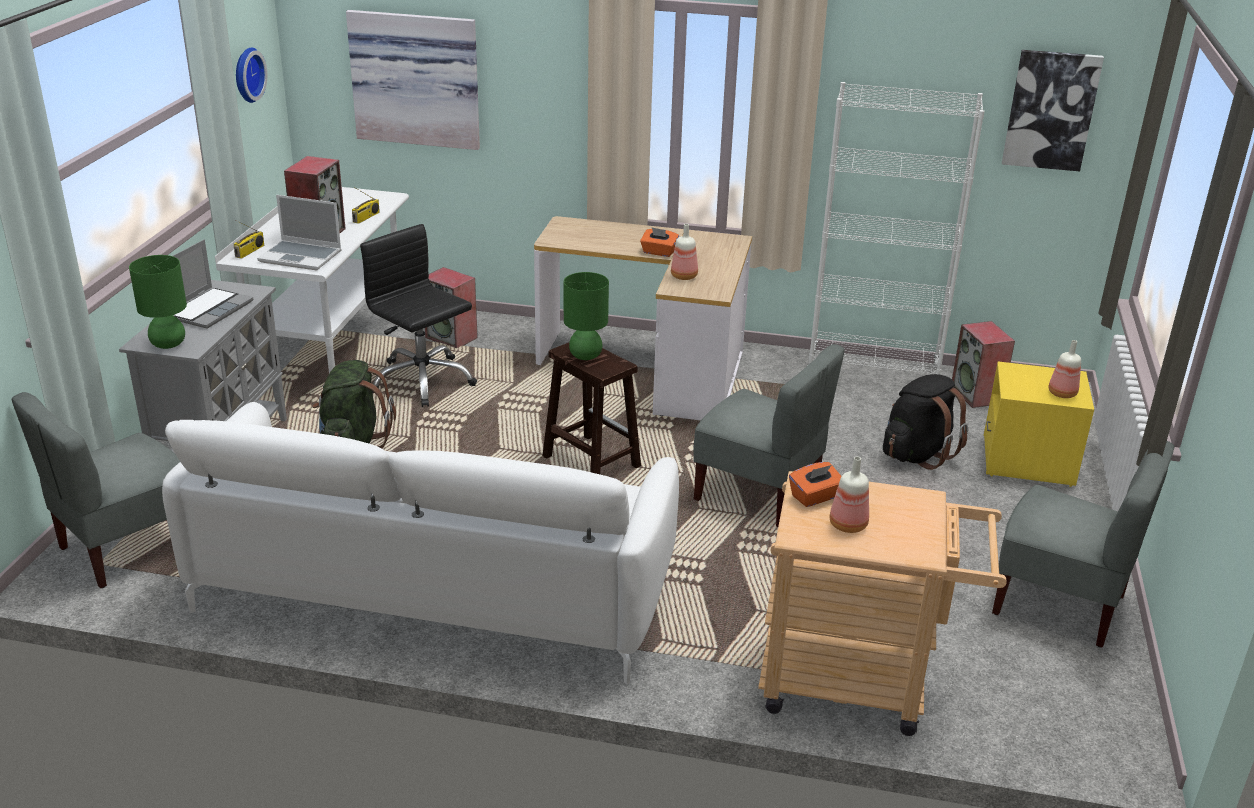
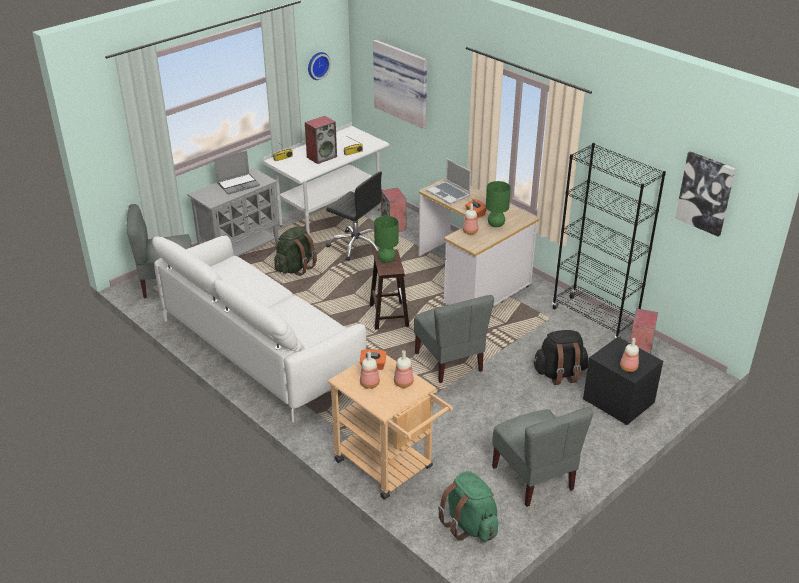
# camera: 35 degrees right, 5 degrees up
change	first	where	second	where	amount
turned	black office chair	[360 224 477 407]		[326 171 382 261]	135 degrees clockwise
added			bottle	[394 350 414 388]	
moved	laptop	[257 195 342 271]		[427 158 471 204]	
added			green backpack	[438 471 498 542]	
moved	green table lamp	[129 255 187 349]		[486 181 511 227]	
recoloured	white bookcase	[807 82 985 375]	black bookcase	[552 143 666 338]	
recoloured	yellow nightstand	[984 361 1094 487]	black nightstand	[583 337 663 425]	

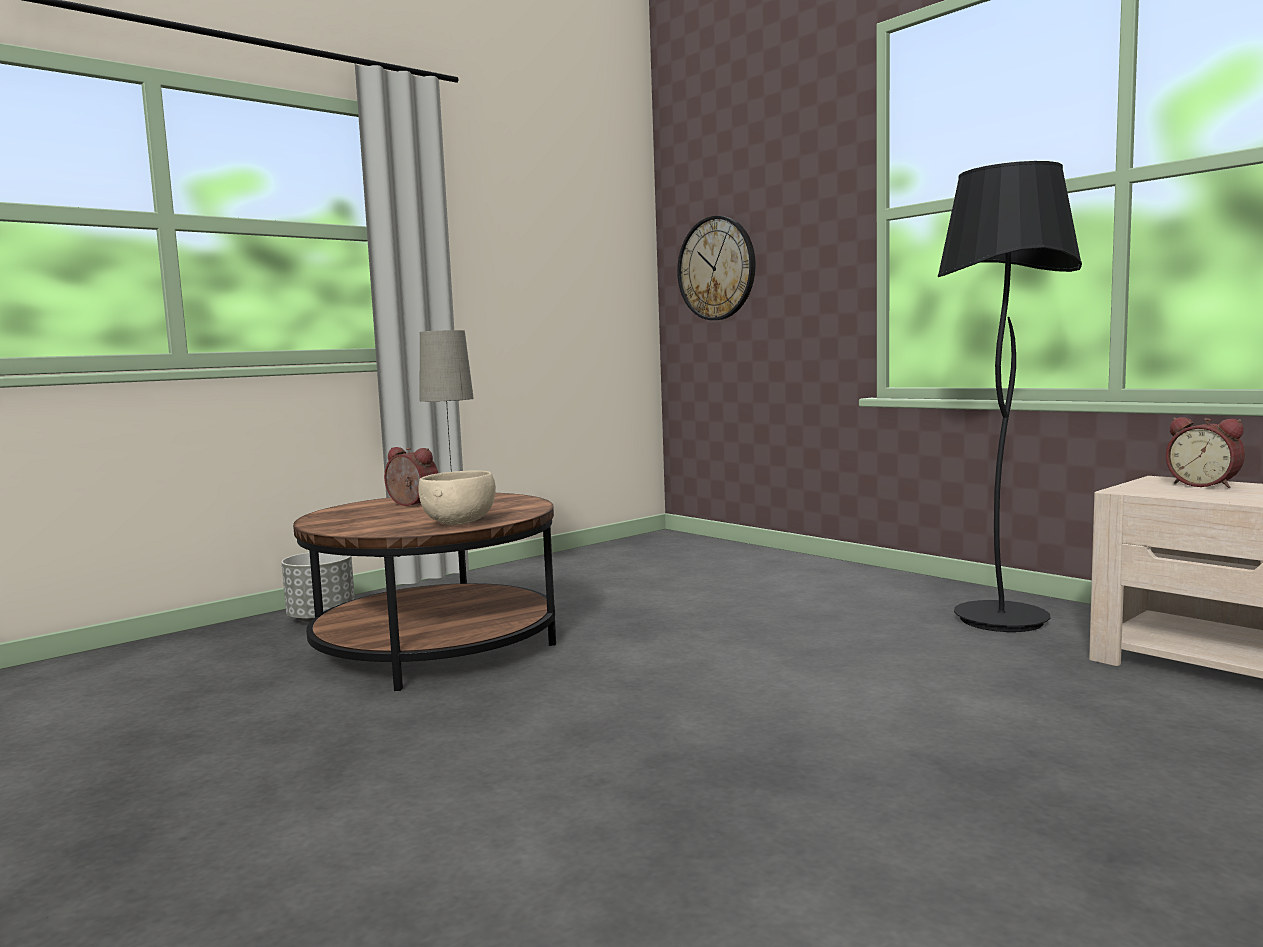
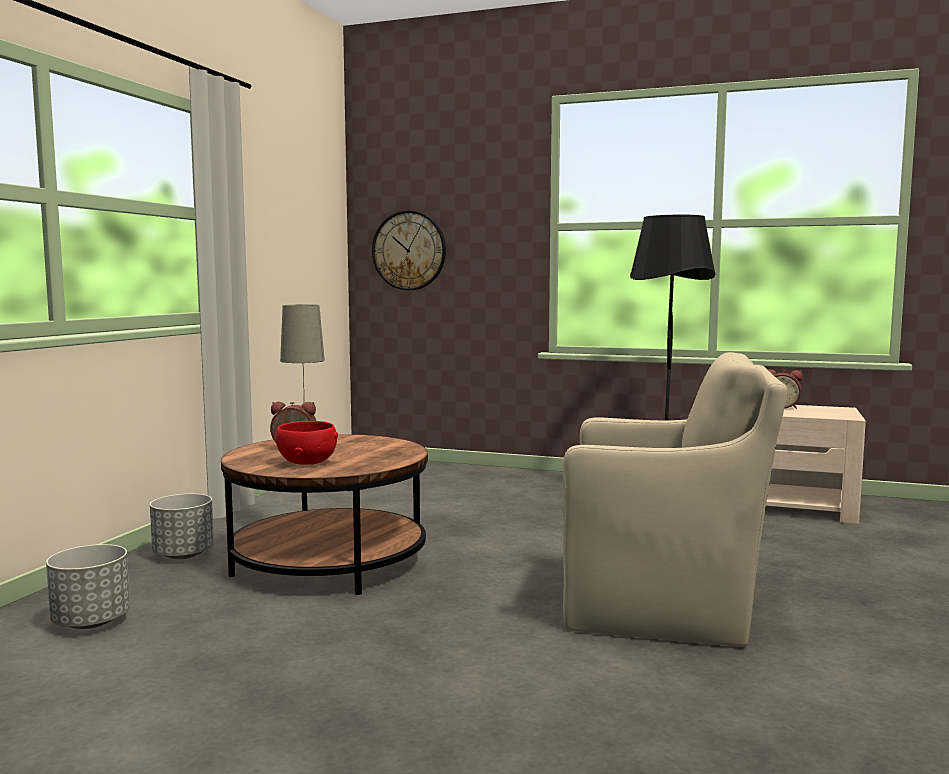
# camera: 30 degrees left, 0 degrees up
change	first	where	second	where	amount
added			grey planter	[46 544 130 629]	
added			red bowl	[276 421 338 465]	
added			beige armchair	[563 352 787 647]	
removed	beige bowl	[419 471 496 525]			

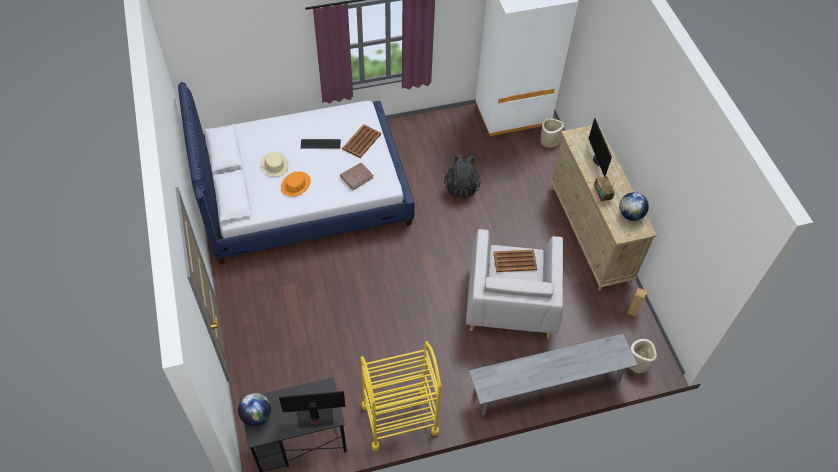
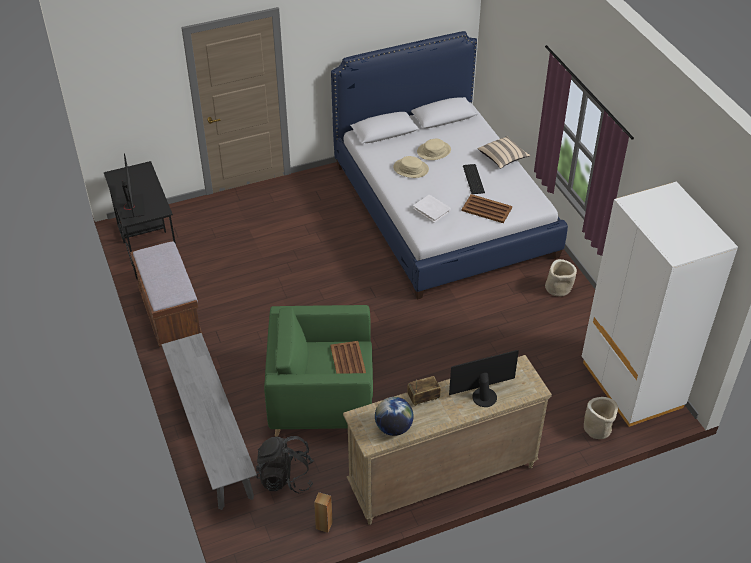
# camera: 85 degrees right, 10 degrees down
change	first	where	second	where	amount
replaced	yellow cart	[361 341 441 451]	brown bench	[130 241 203 347]	
moved	black backpack	[444 154 481 198]		[256 436 314 494]	
recoloured	grey armchair	[466 229 563 339]	green armchair	[264 305 373 437]	
recoloured	orange hat	[281 171 311 197]	beige hat	[393 156 429 178]	
recoloured	brown book	[340 163 374 190]	white book	[413 195 451 223]	
added			beige pillow	[478 136 531 169]	
moved	beige planter	[629 339 657 373]		[545 259 577 297]	
removed	globe	[238 393 271 426]			

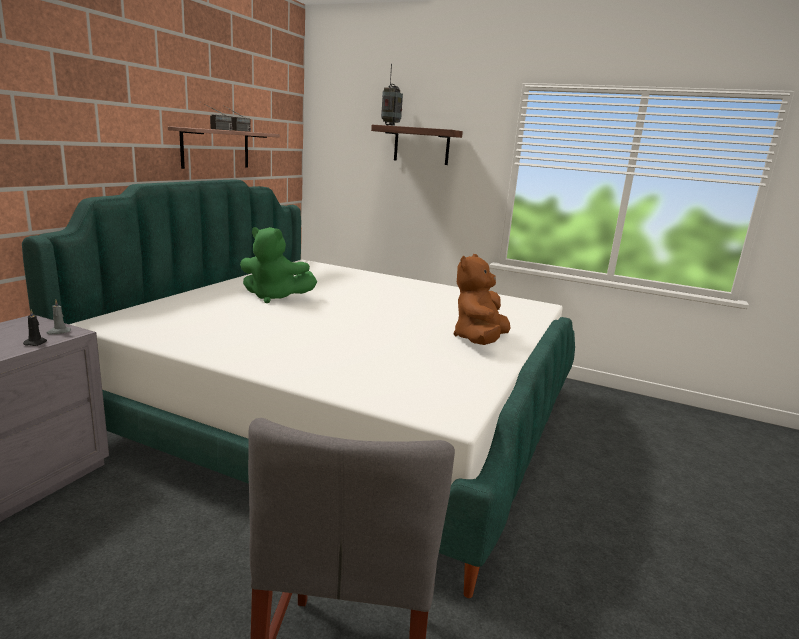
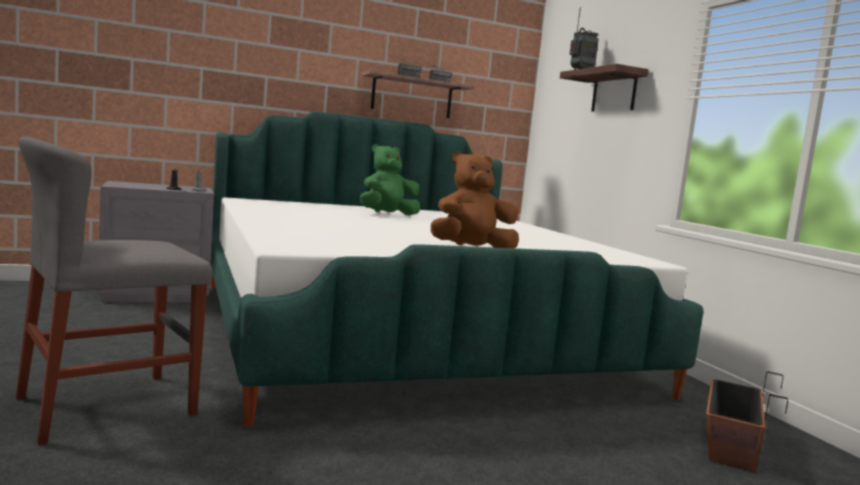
# camera: 45 degrees right, 10 degrees down
change	first	where	second	where	amount
turned	green plush toy	[240 227 317 303]		[360 144 420 215]	90 degrees clockwise
added			planter	[706 371 788 473]	

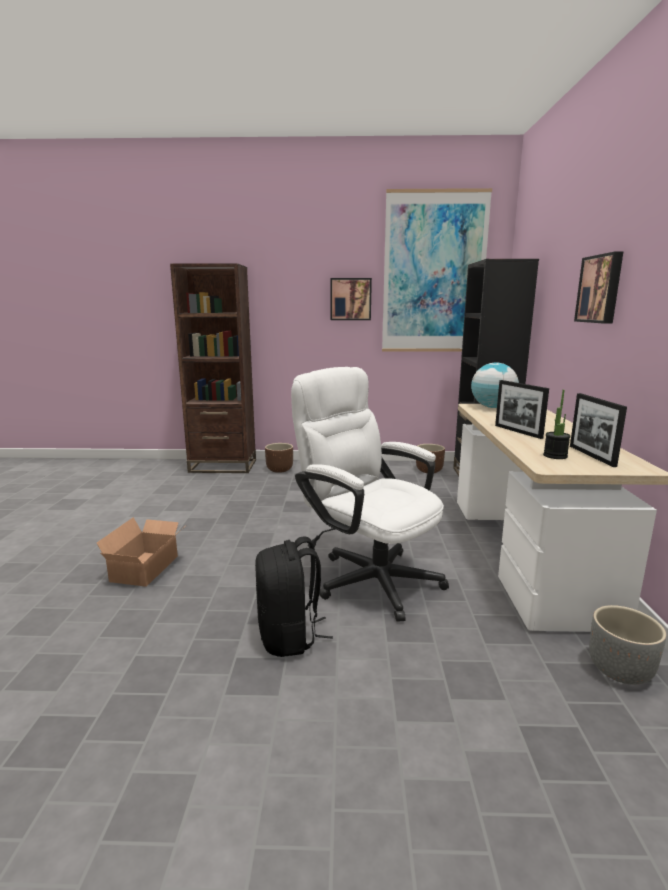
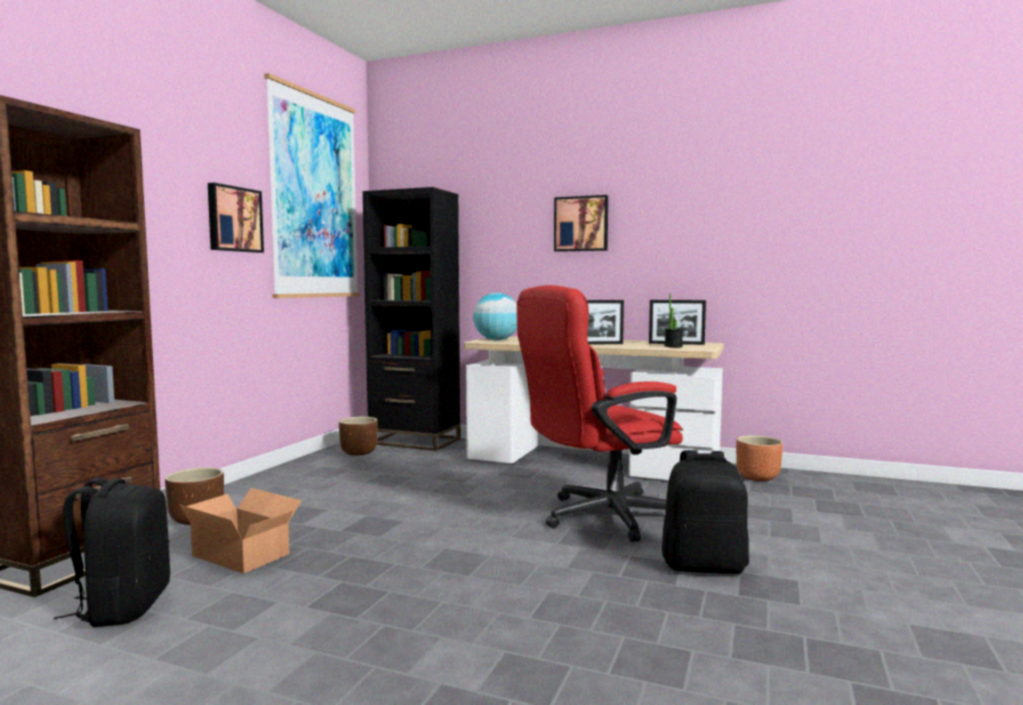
# camera: 70 degrees left, 10 degrees down
change	first	where	second	where	amount
added			black backpack	[54 478 170 627]	
moved	cardboard box	[97 517 183 587]		[180 488 302 574]	
recoloured	white office chair	[291 367 449 622]	red office chair	[517 285 683 542]	
recoloured	grey planter	[589 605 666 684]	brown planter	[736 435 783 481]	

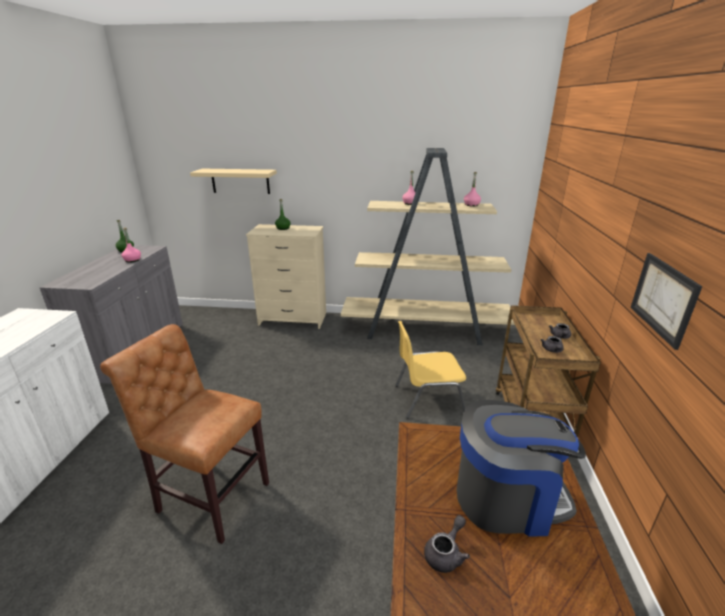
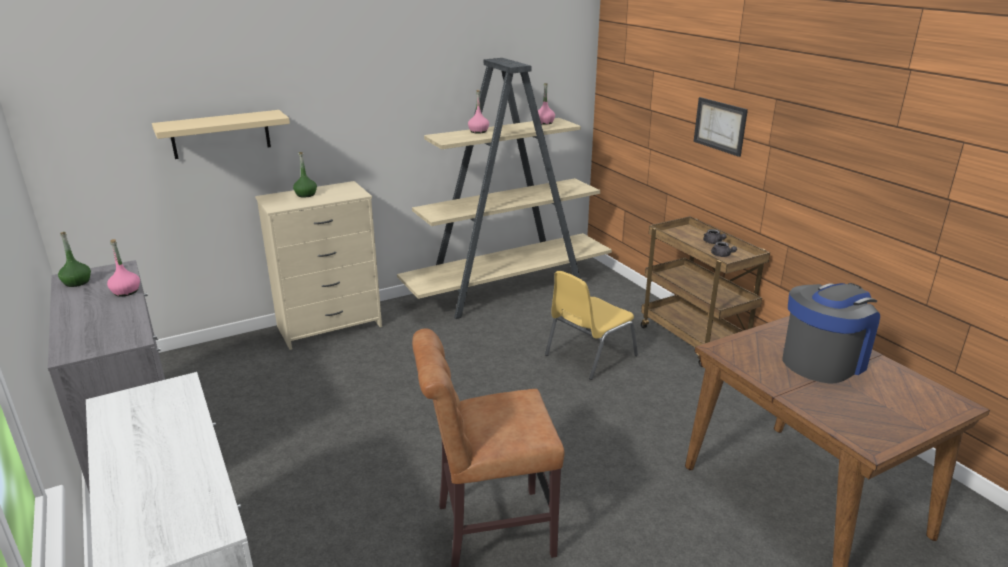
# camera: 35 degrees left, 0 degrees up
change	first	where	second	where	amount
moved	picture	[630 253 702 350]		[694 97 748 157]	
removed	grey teapot	[424 515 470 573]			

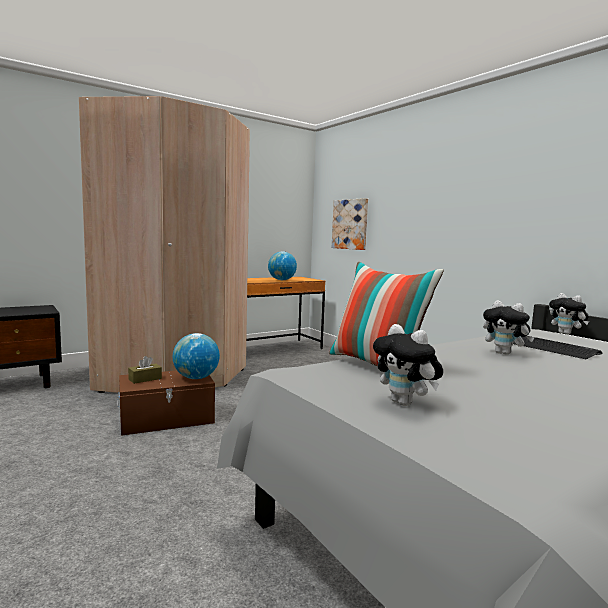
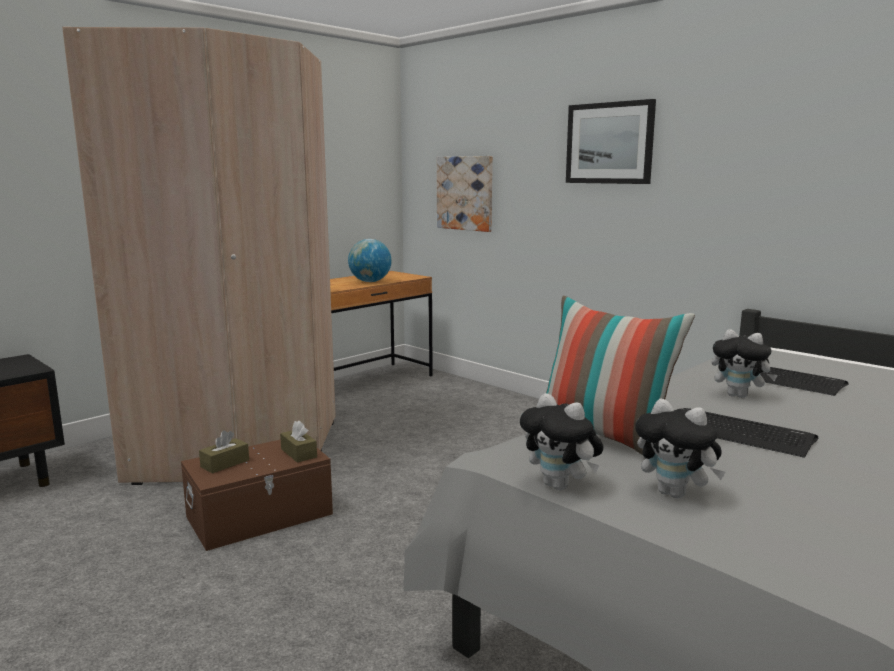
# camera: 10 degrees left, 5 degrees up
change	first	where	second	where	amount
replaced	globe	[173 333 220 379]	brown tissue box	[280 420 317 463]	
moved	plush toy	[549 293 589 335]		[520 393 603 490]	
added			picture	[566 99 656 184]	
added			keyboard	[683 408 818 458]	

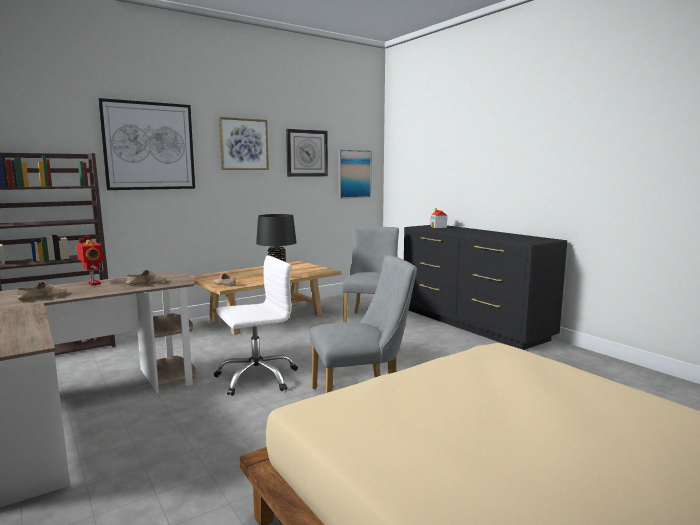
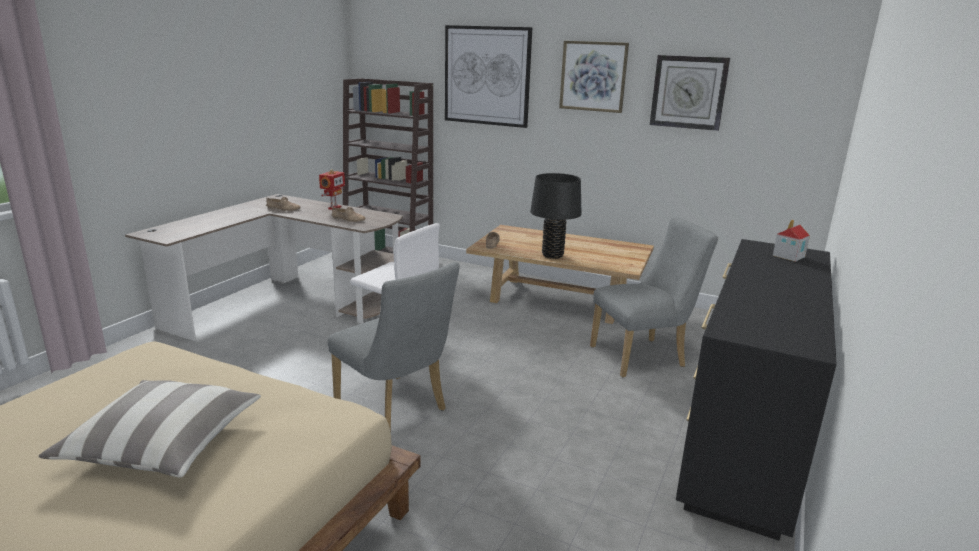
# camera: 60 degrees right, 10 degrees up
change	first	where	second	where	amount
added			pillow	[38 380 261 477]	
removed	picture	[338 150 372 199]			

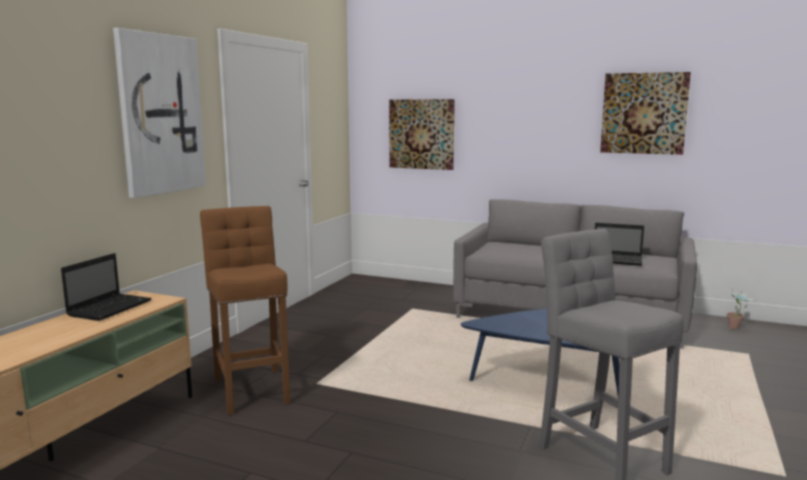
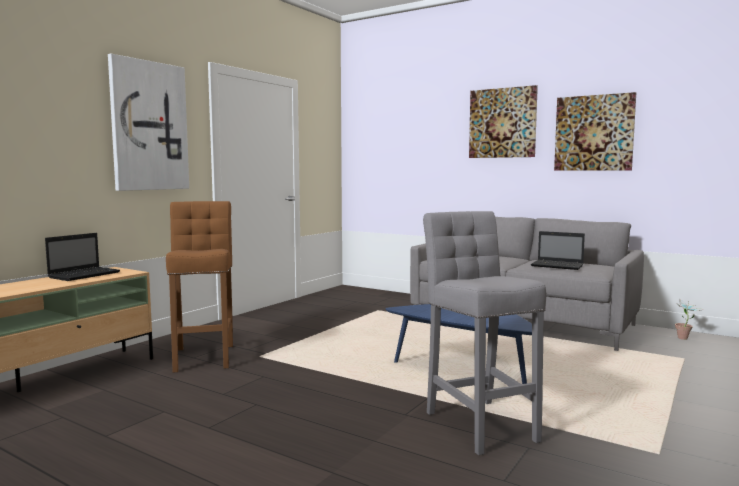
# camera: 10 degrees right, 5 degrees down
change	first	where	second	where	amount
moved	picture	[389 99 455 170]		[469 85 538 158]	

